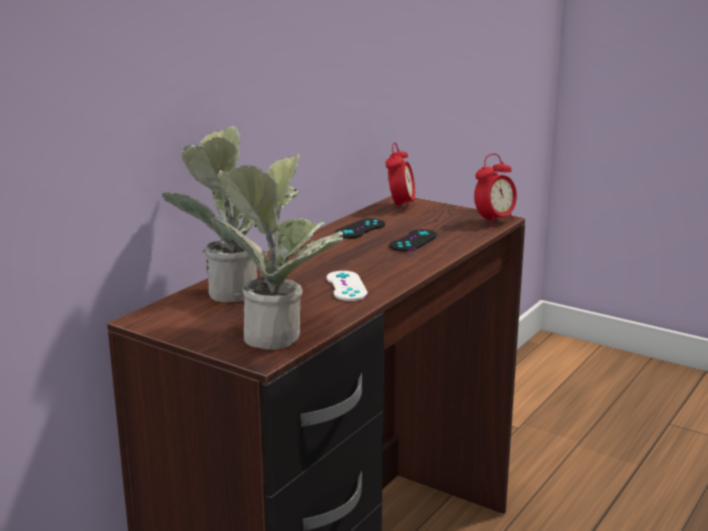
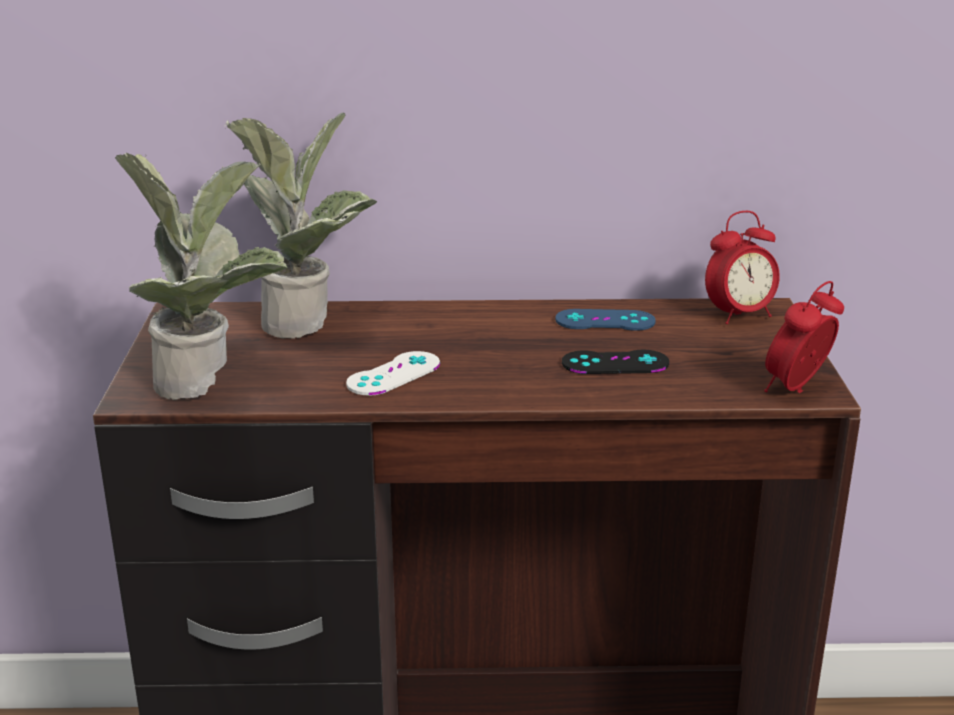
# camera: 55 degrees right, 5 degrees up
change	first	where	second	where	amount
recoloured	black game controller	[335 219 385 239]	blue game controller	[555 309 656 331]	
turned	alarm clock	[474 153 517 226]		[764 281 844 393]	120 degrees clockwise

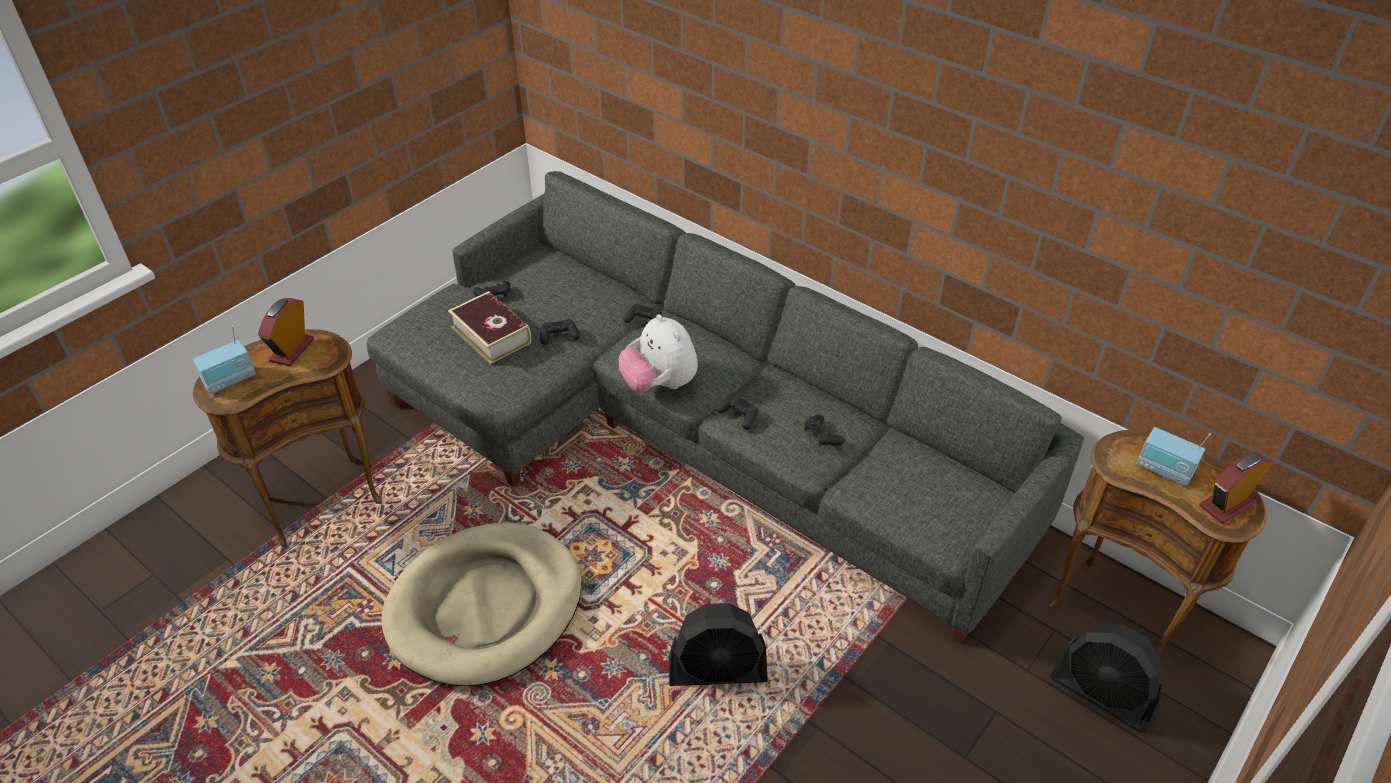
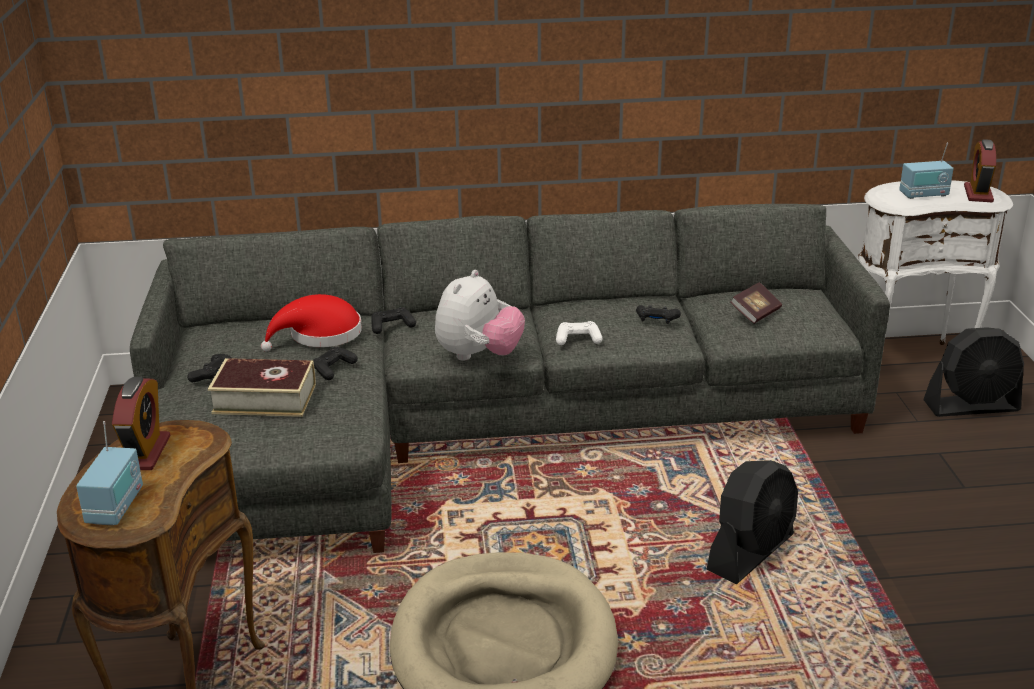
# camera: 45 degrees left, 15 degrees down
change	first	where	second	where	amount
turned	alarm clock	[258 298 315 366]		[112 377 171 470]	150 degrees counterclockwise
added			red hat	[261 294 362 351]	
turned	plush toy	[619 314 698 392]		[435 270 525 361]	75 degrees counterclockwise
recoloured	black game controller	[716 395 758 430]	white game controller	[556 321 602 345]	
added			book	[730 282 782 324]	
recoloured	brown side table	[1048 430 1267 655]	white side table	[857 180 1013 345]	

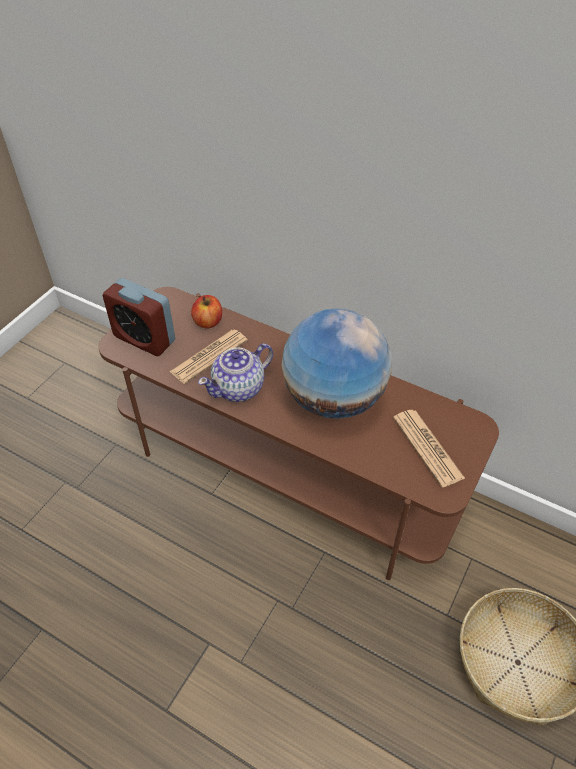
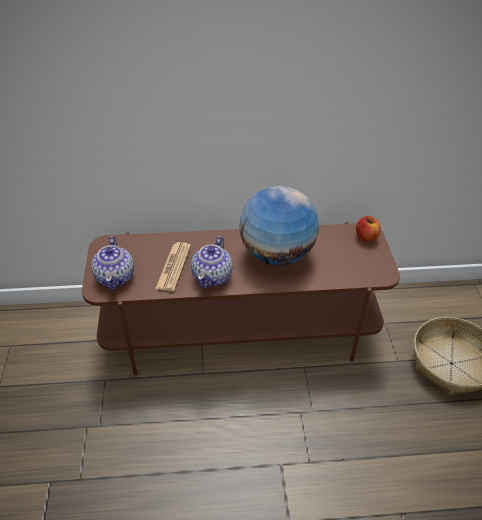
# camera: 35 degrees left, 5 degrees down
change	first	where	second	where	amount
replaced	alarm clock	[103 278 175 356]	teapot	[91 236 134 290]	
moved	apple	[191 295 222 329]		[356 216 381 242]	
removed	newspaper	[393 410 465 487]			

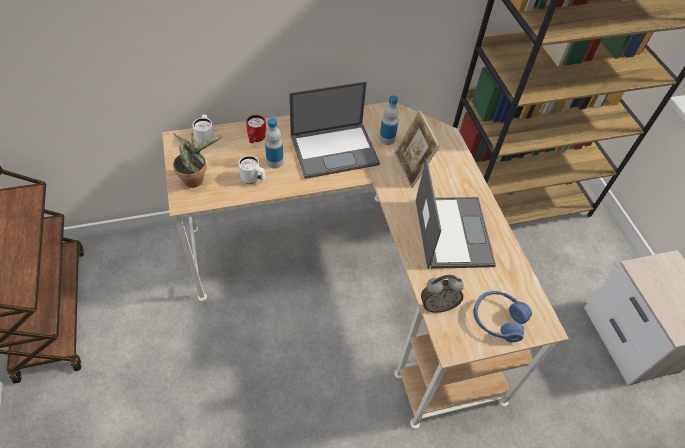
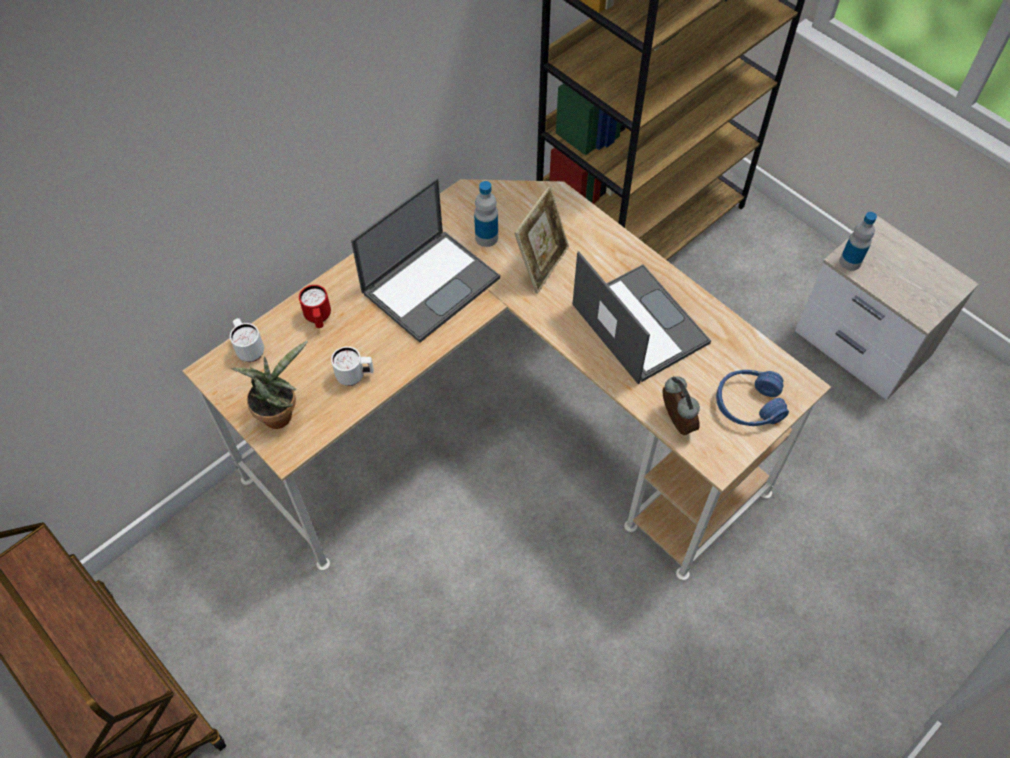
# camera: 25 degrees left, 5 degrees up
change	first	where	second	where	amount
turned	picture frame	[394 110 440 188]		[514 186 569 294]	105 degrees counterclockwise
turned	alarm clock	[421 275 464 313]		[662 376 700 435]	75 degrees counterclockwise
moved	bottle	[265 118 284 168]		[839 212 877 271]	

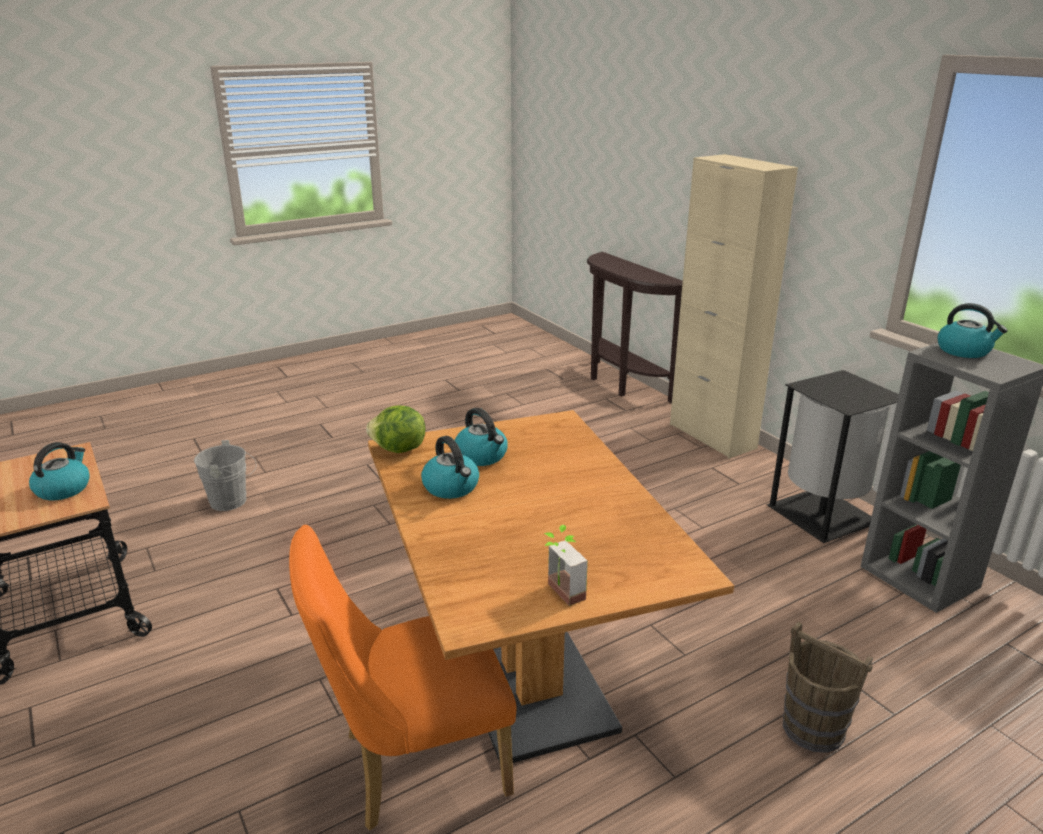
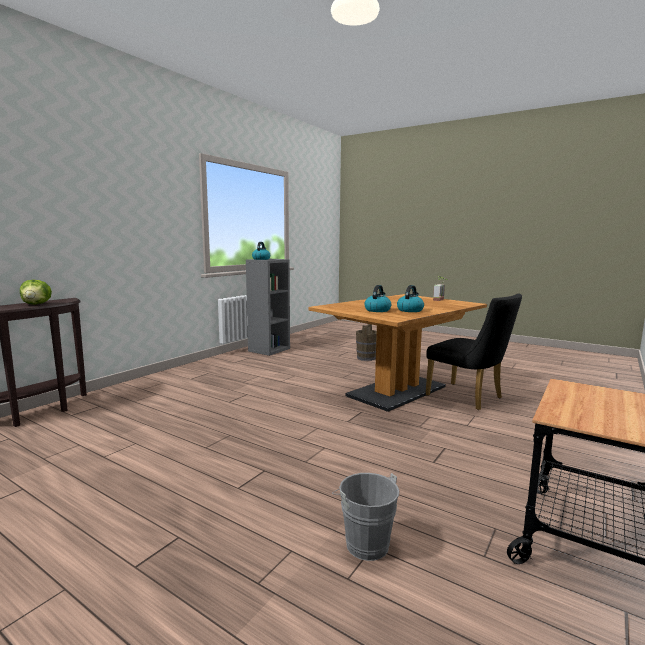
# camera: 115 degrees left, 15 degrees down
change	first	where	second	where	amount
moved	lettuce	[366 406 425 453]		[20 280 52 304]	
recoloured	orange chair	[289 525 516 831]	black chair	[426 293 522 410]	
removed	kettle	[29 442 90 500]			
removed	beige cabinet	[670 154 798 458]			
removed	black trash can	[767 370 899 543]			

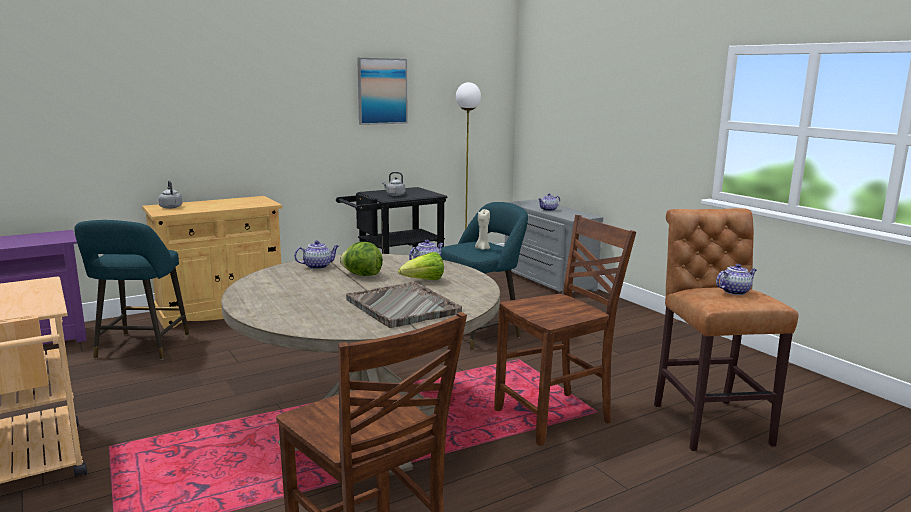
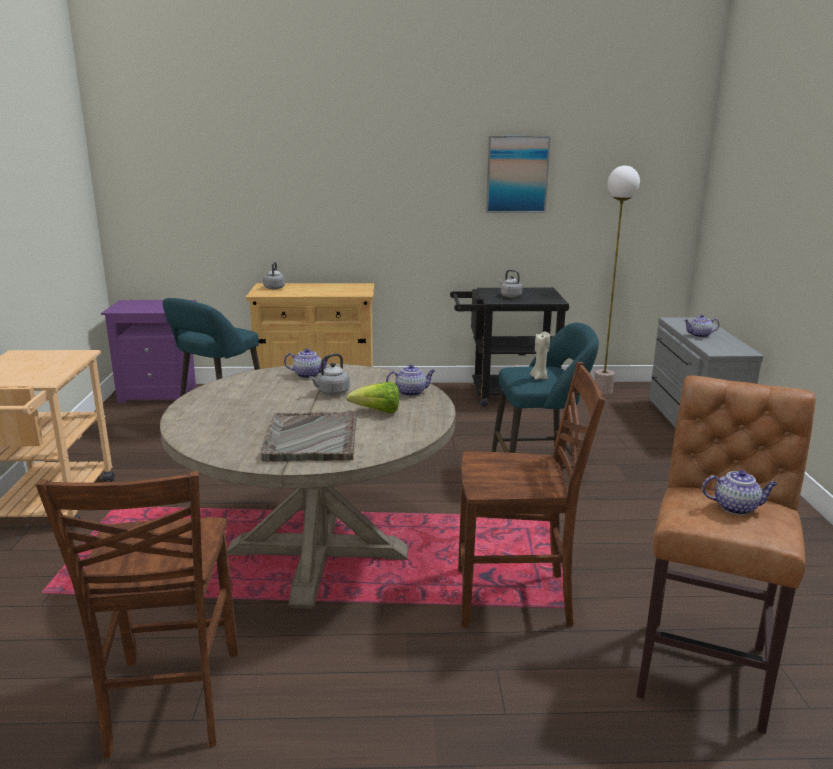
# camera: 30 degrees right, 5 degrees up
change	first	where	second	where	amount
replaced	lettuce	[340 242 383 276]	grey kettle	[309 353 350 395]	

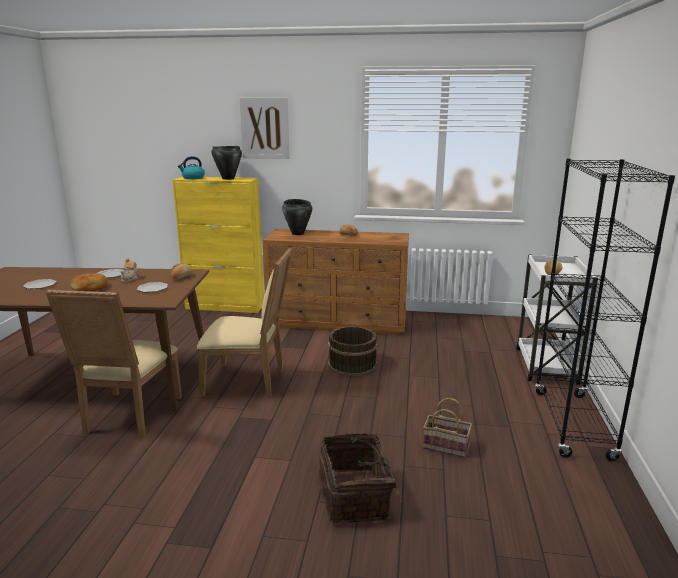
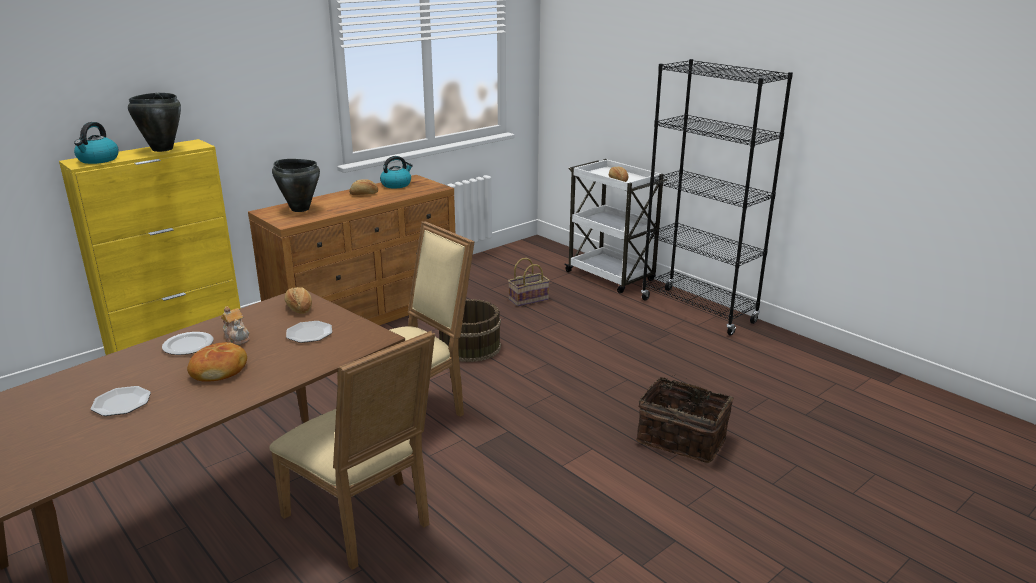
# camera: 50 degrees left, 5 degrees up
change	first	where	second	where	amount
added			kettle	[380 156 413 189]	
moved	basket	[423 398 472 458]		[508 258 550 307]	
removed	picture	[240 98 289 159]			

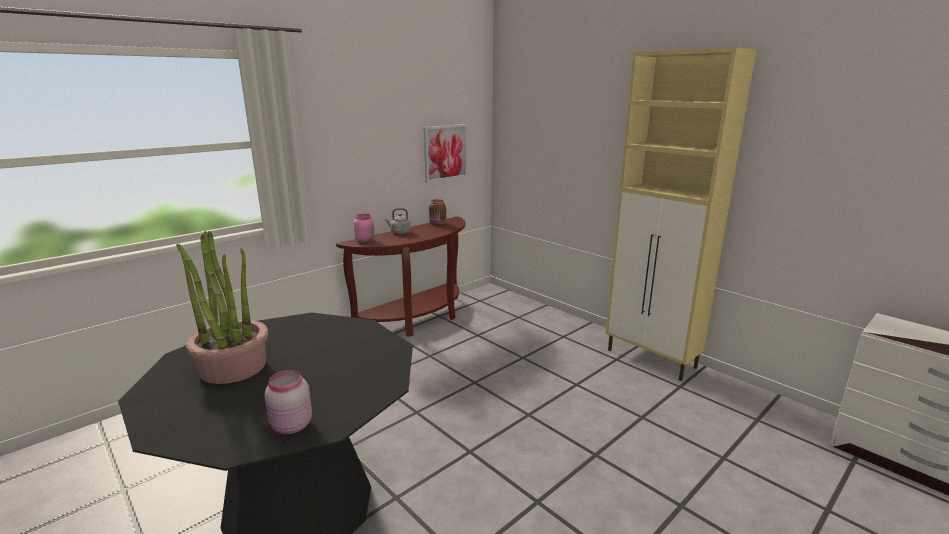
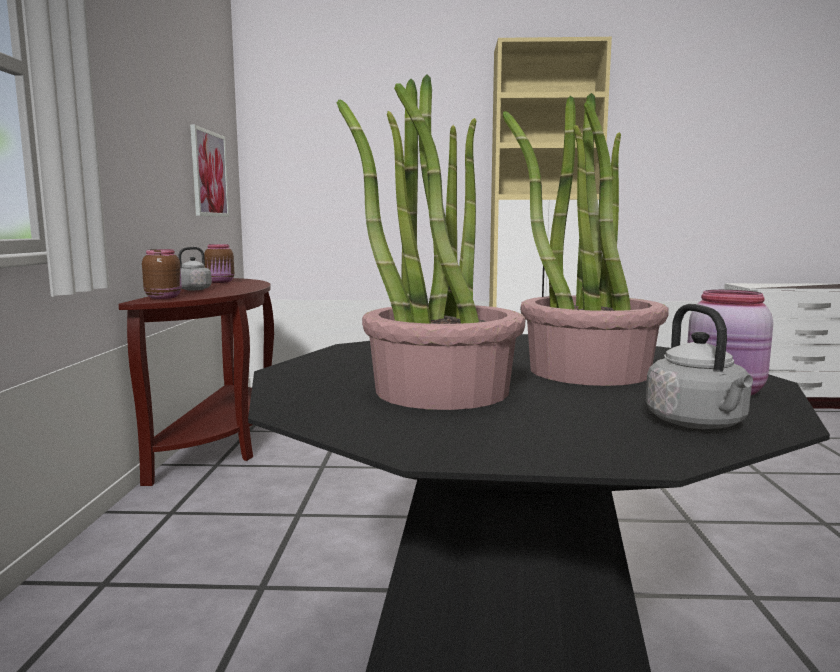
# camera: 45 degrees left, 10 degrees down
change	first	where	second	where	amount
recoloured	pink jar	[354 214 374 242]	brown jar	[142 249 182 299]	
added			potted plant	[503 93 668 386]	
added			grey kettle	[646 304 753 429]	

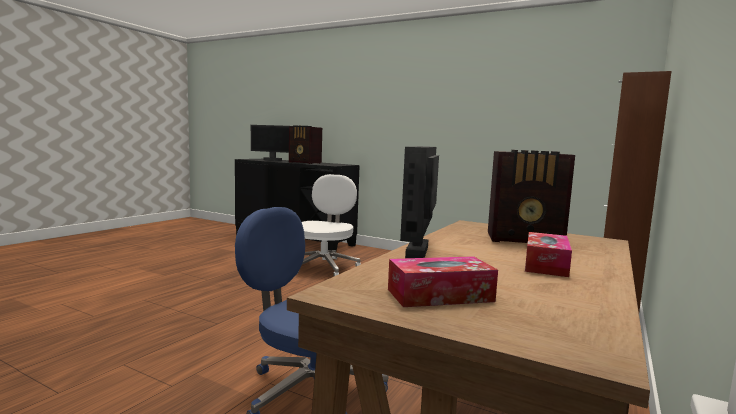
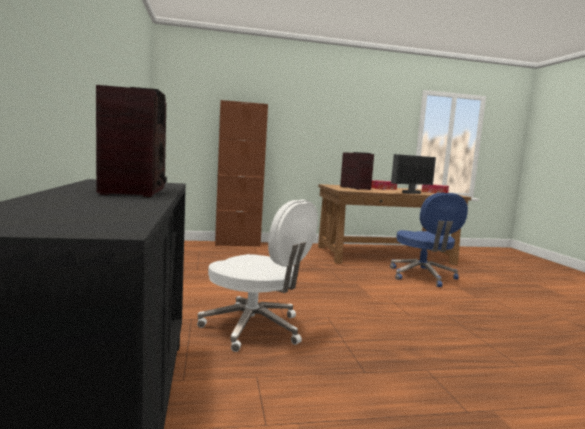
# camera: 130 degrees left, 0 degrees up
change	first	where	second	where	amount
turned	white office chair	[297 174 361 276]		[197 199 318 352]	120 degrees counterclockwise
removed	monitor	[251 125 289 161]			

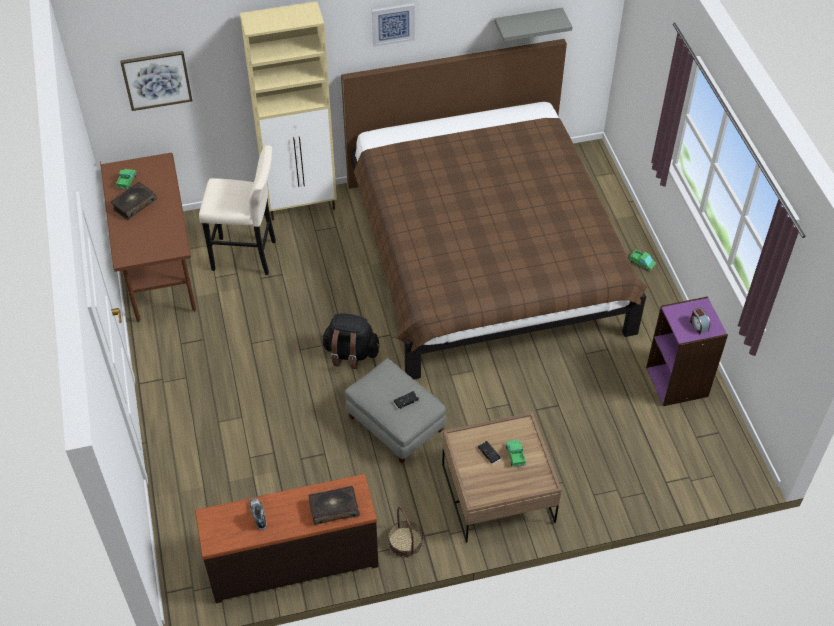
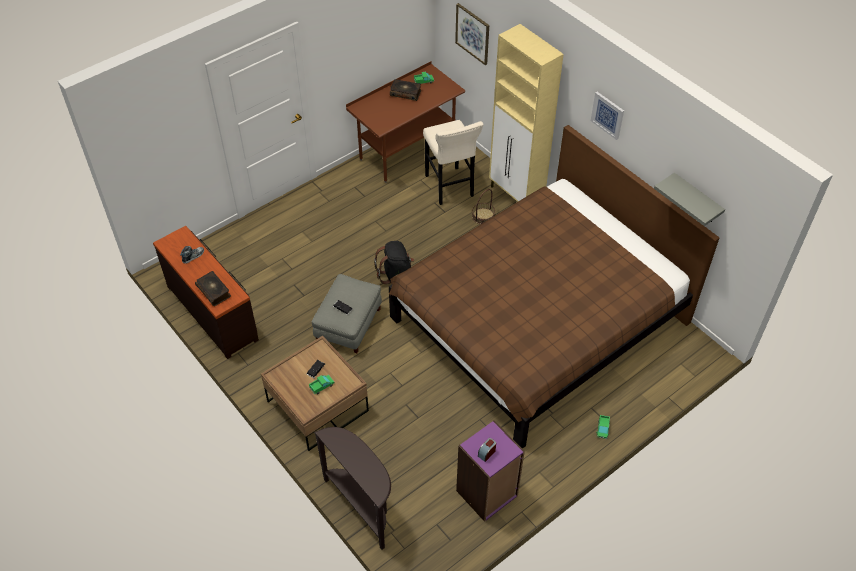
# camera: 65 degrees right, 0 degrees up
change	first	where	second	where	amount
added			brown console table	[314 427 391 550]	
moved	basket	[388 506 423 558]		[472 189 495 224]	

